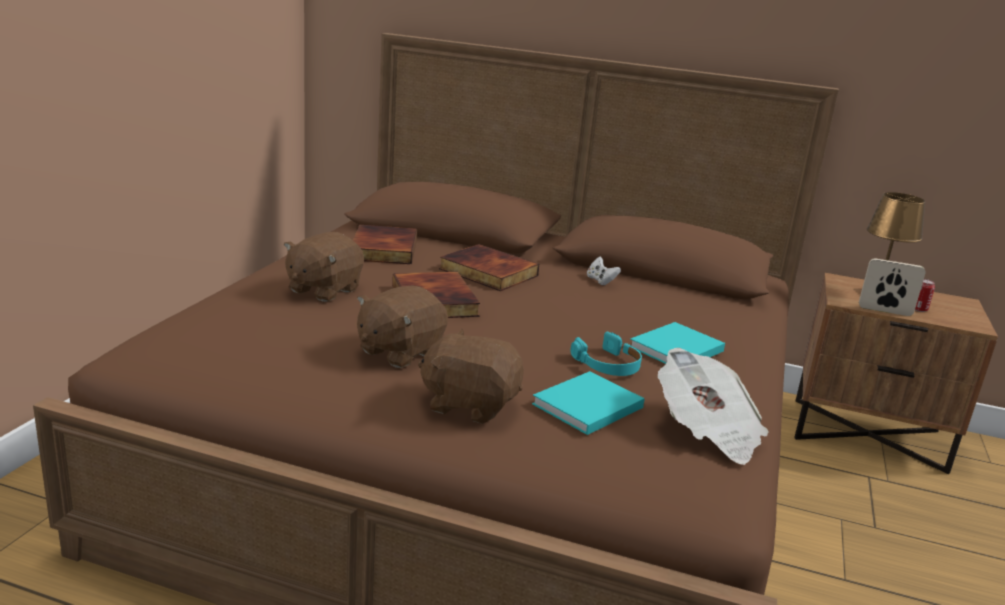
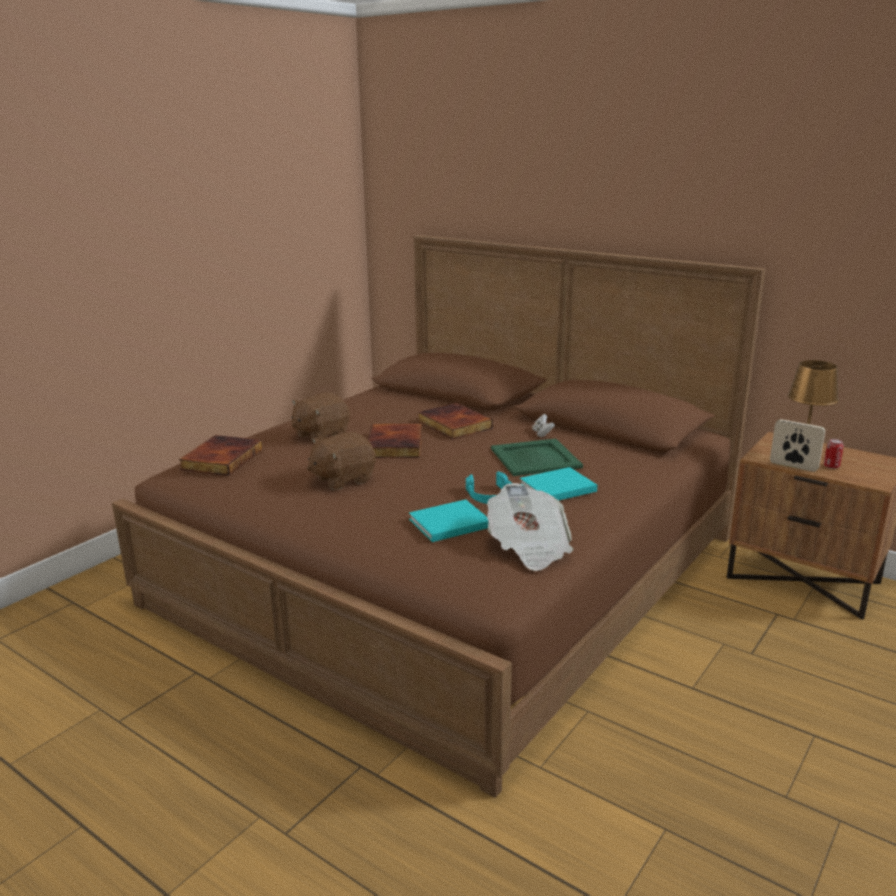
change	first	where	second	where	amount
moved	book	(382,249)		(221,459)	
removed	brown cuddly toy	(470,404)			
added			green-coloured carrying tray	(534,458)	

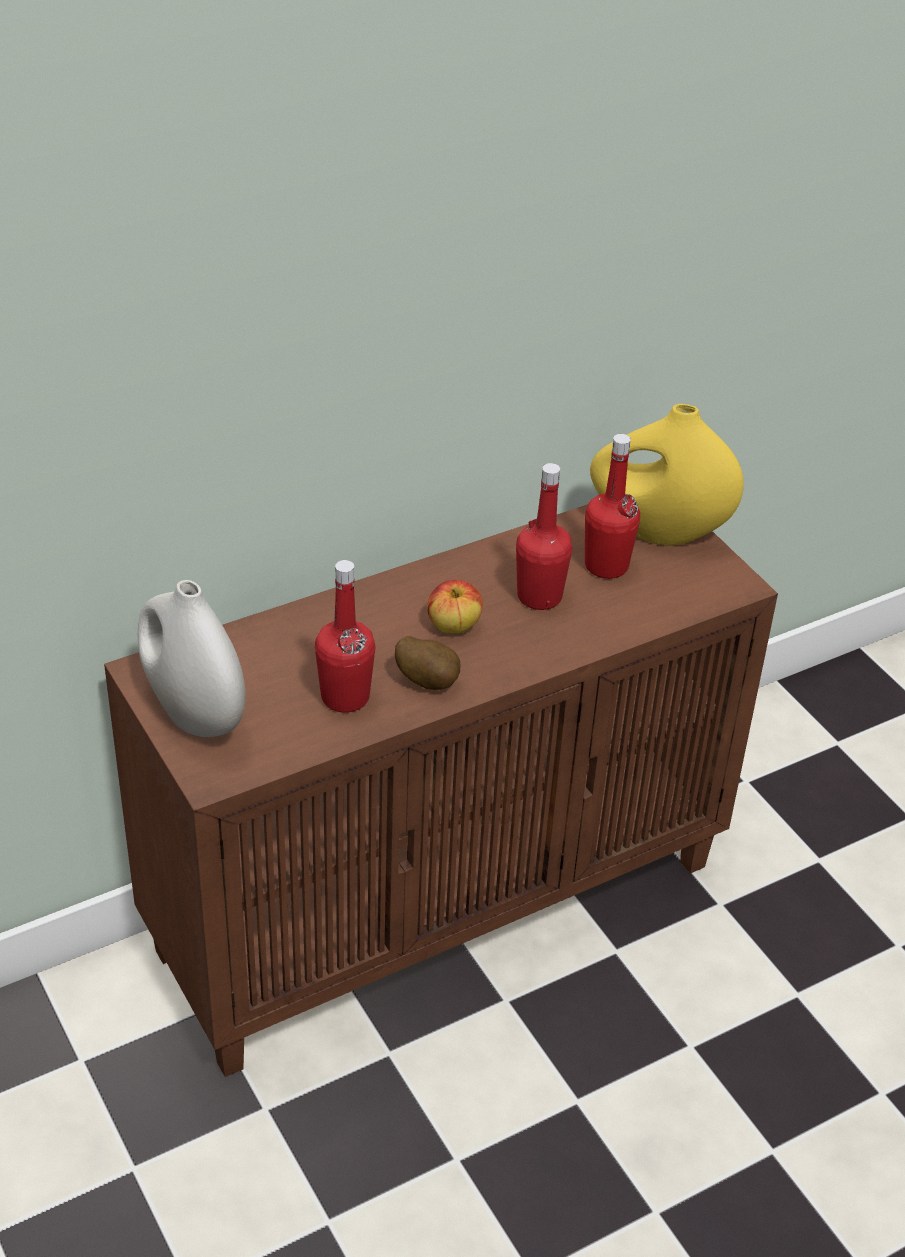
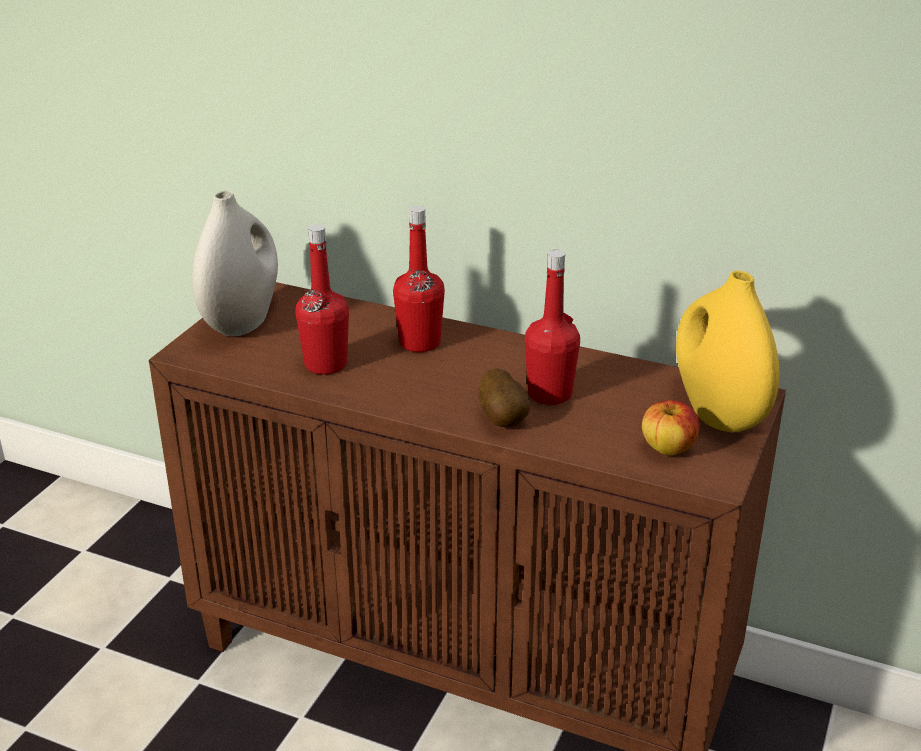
change	first	where	second	where	amount
moved	spud	(428,681)		(504,420)	
moved	apple fruit	(454,626)		(668,449)	
moved	reddish bottle	(606,566)		(419,343)	

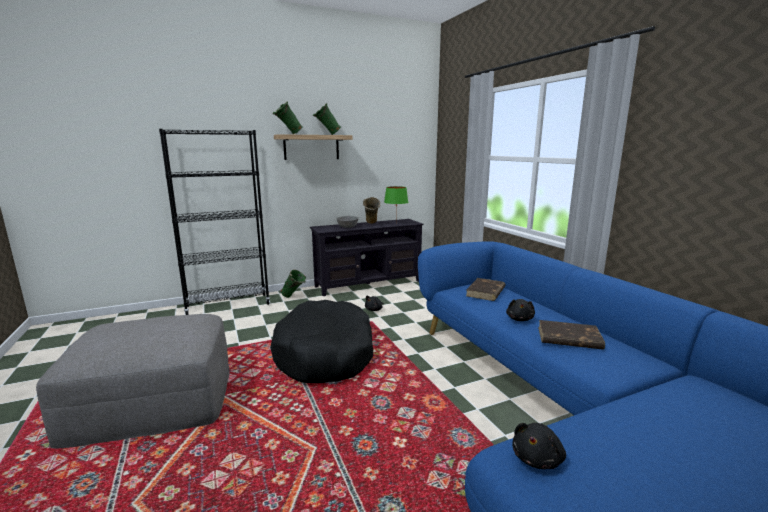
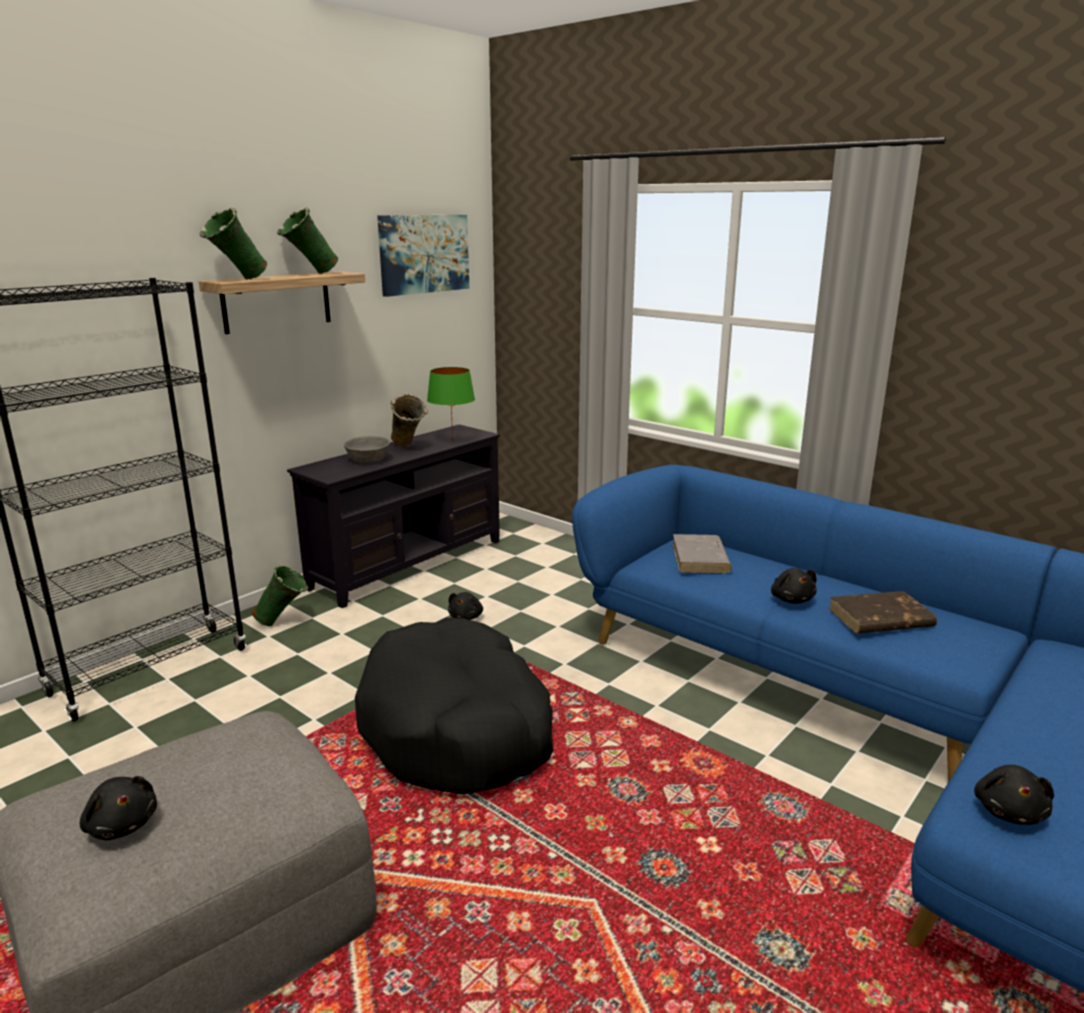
change	first	where	second	where	amount
recoloured	brown book	(485,292)	gray book	(700,558)	
added			black cuddly toy	(122,824)	
added			wall art	(424,254)	

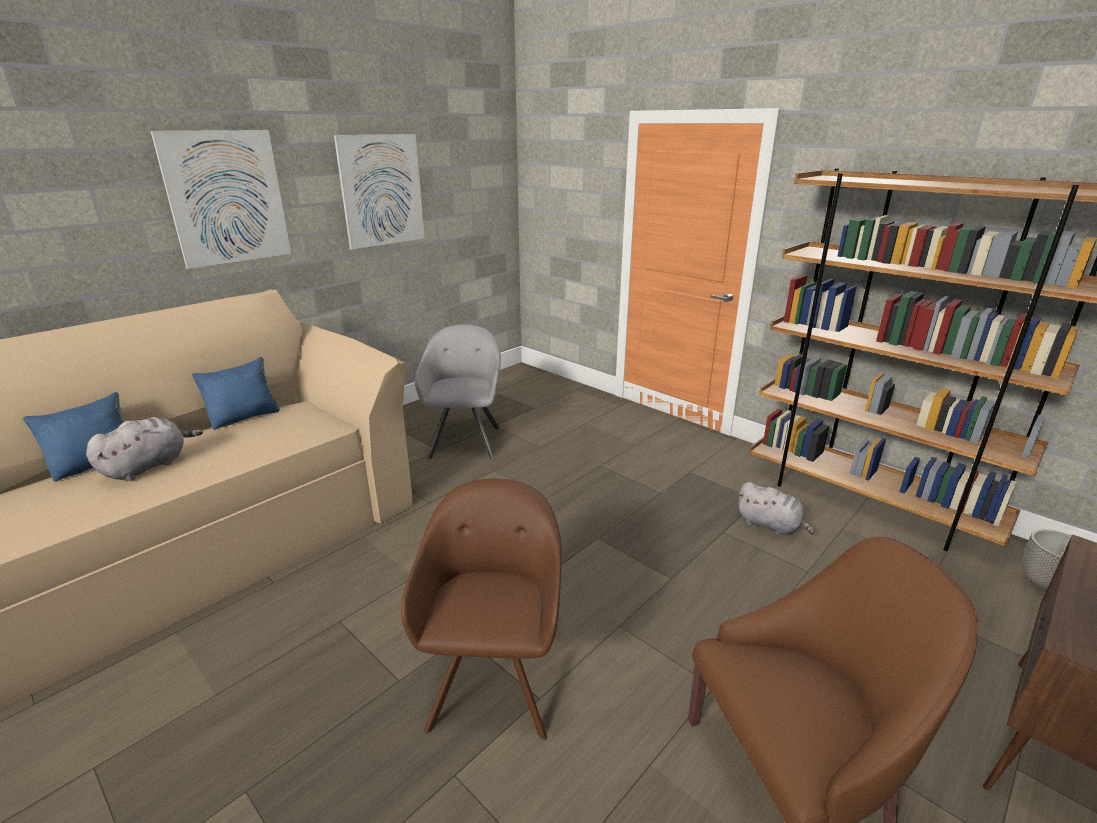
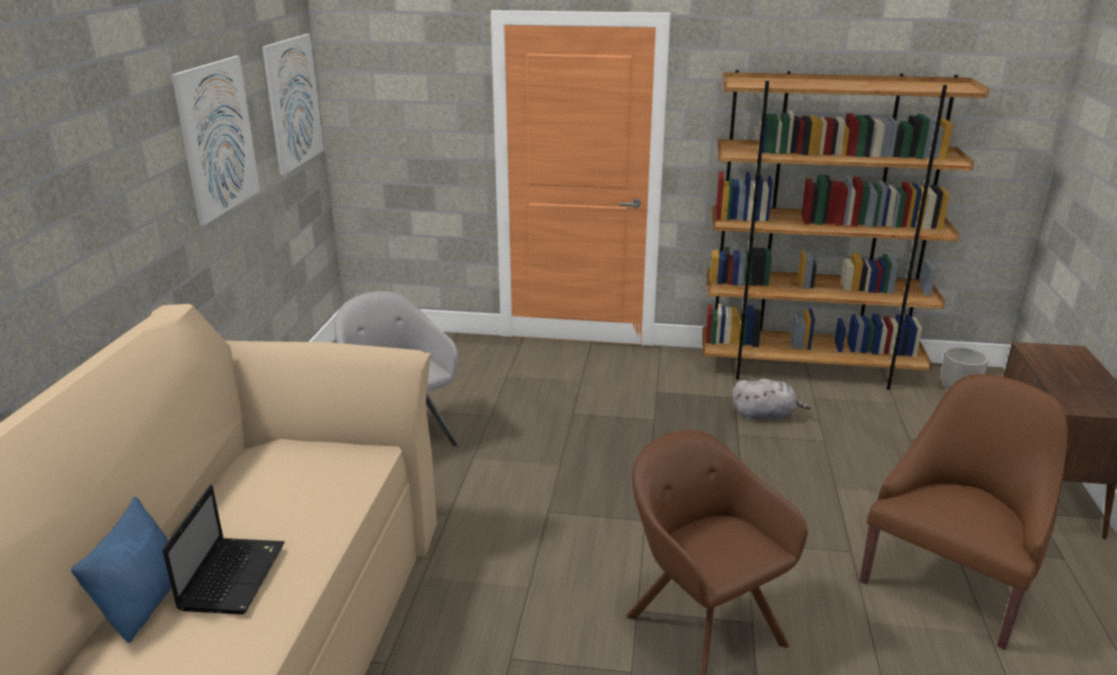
change	first	where	second	where	amount
replaced	gray cuddly toy	(149,466)	laptop	(233,575)	
moved	wall art	(227,198)		(293,102)	
removed	blue-coloured pillow	(245,417)			

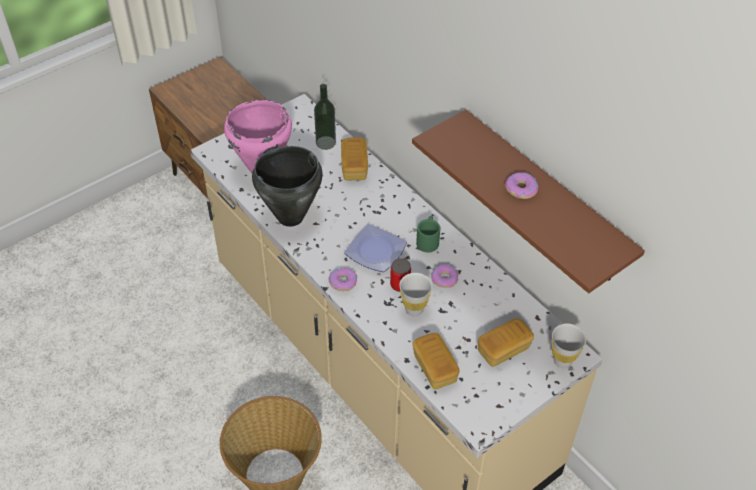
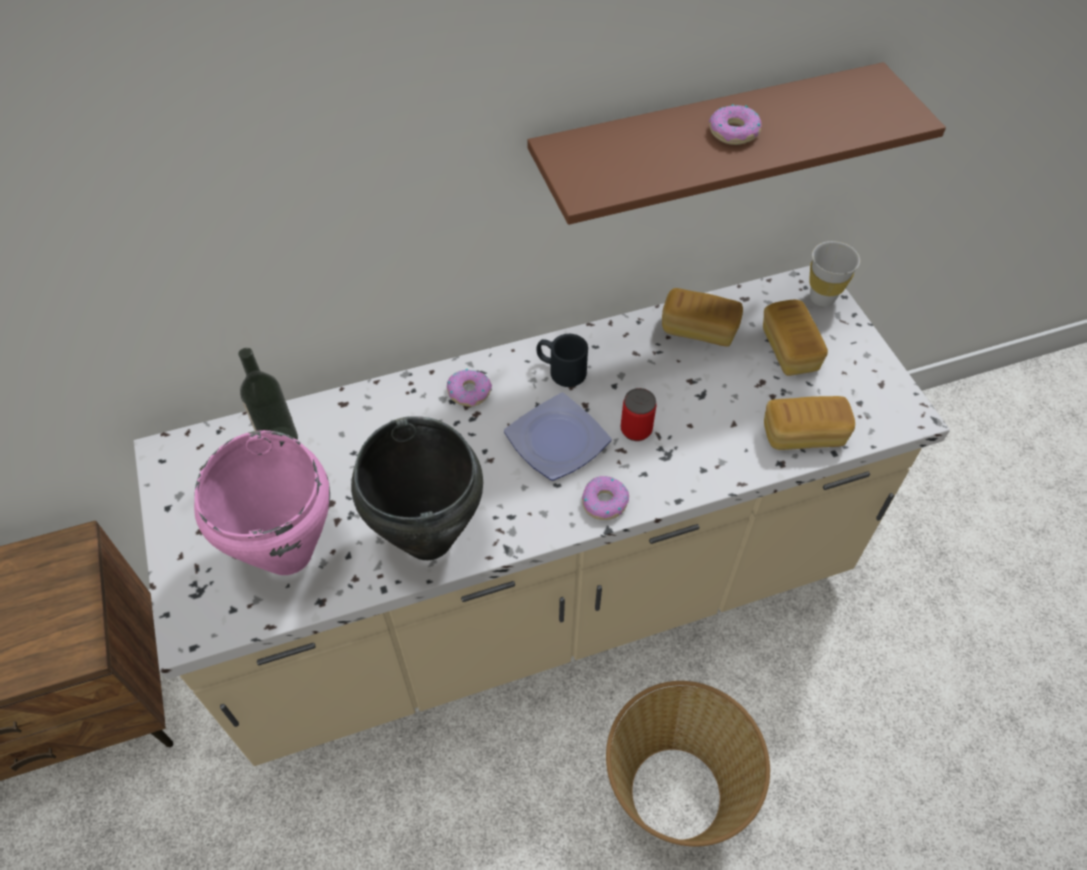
change	first	where	second	where	amount
moved	baked bread	(354,167)		(699,329)	
removed	whitish small cup	(414,309)			
recoloured	green-coloured mug	(428,240)	black mug	(560,370)	
moved	doughnut	(444,279)		(469,392)	

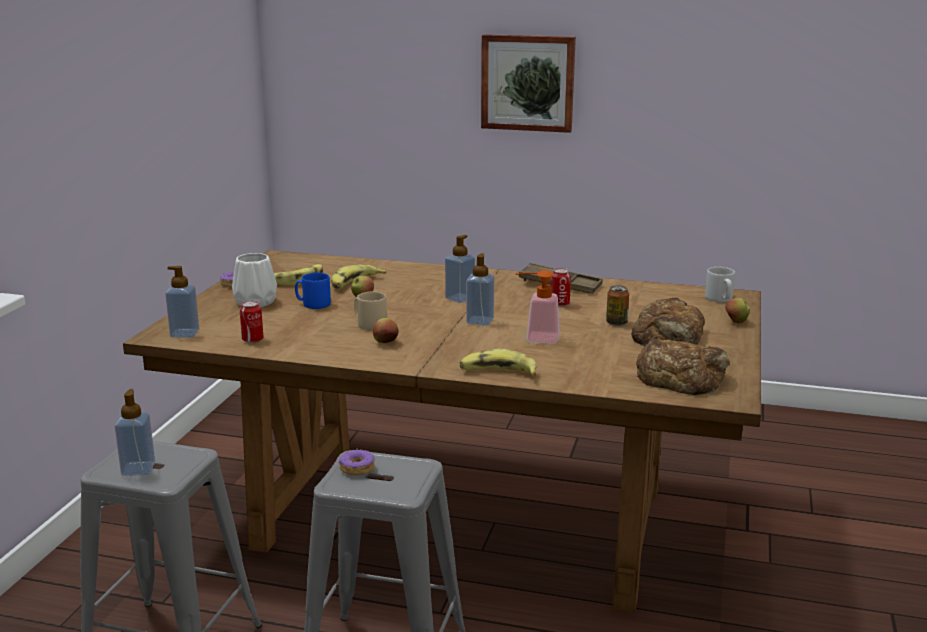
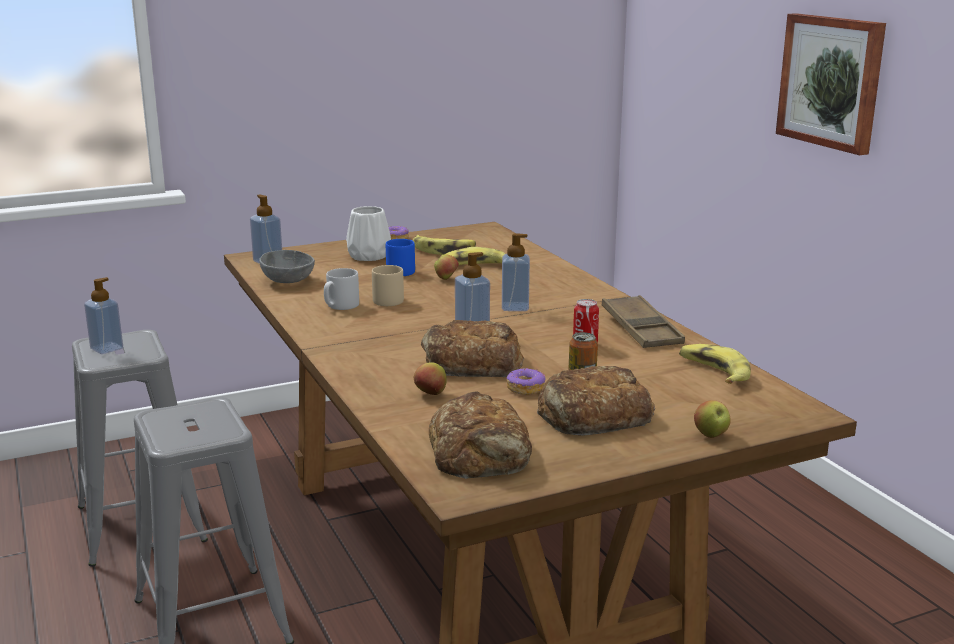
change	first	where	second	where	amount
replaced	sealed can	(252,340)	gray bowl	(289,280)	
moved	doughnut	(356,468)		(525,388)	
moved	apple fruit	(385,343)		(431,394)	
moved	banana	(498,373)		(713,372)	
replaced	liquid soap bottle	(536,338)	baked bread	(471,362)	
moved	gray mug	(720,299)		(340,306)	

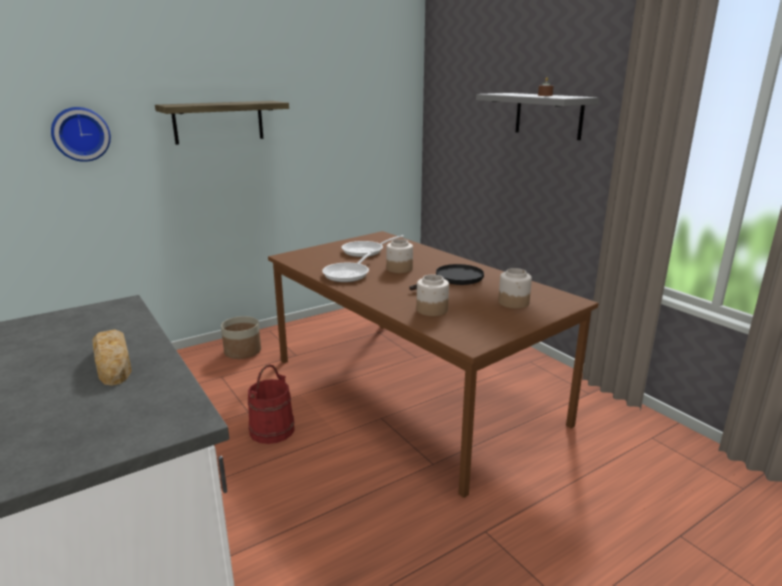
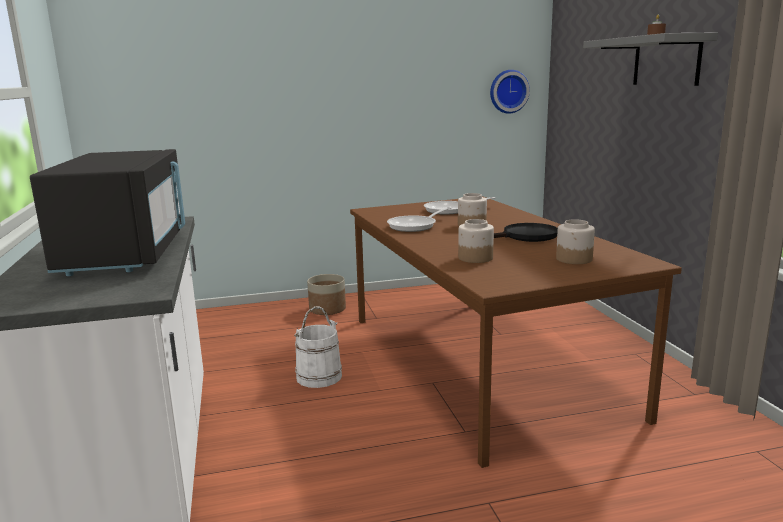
change	first	where	second	where	amount
moved	hanging clock	(80,134)		(508,91)	
replaced	baked bread	(113,362)	black microwave	(127,253)	
removed	bracket shelf	(218,122)			
recoloured	reddish pail	(272,430)	whitish pail	(319,376)	

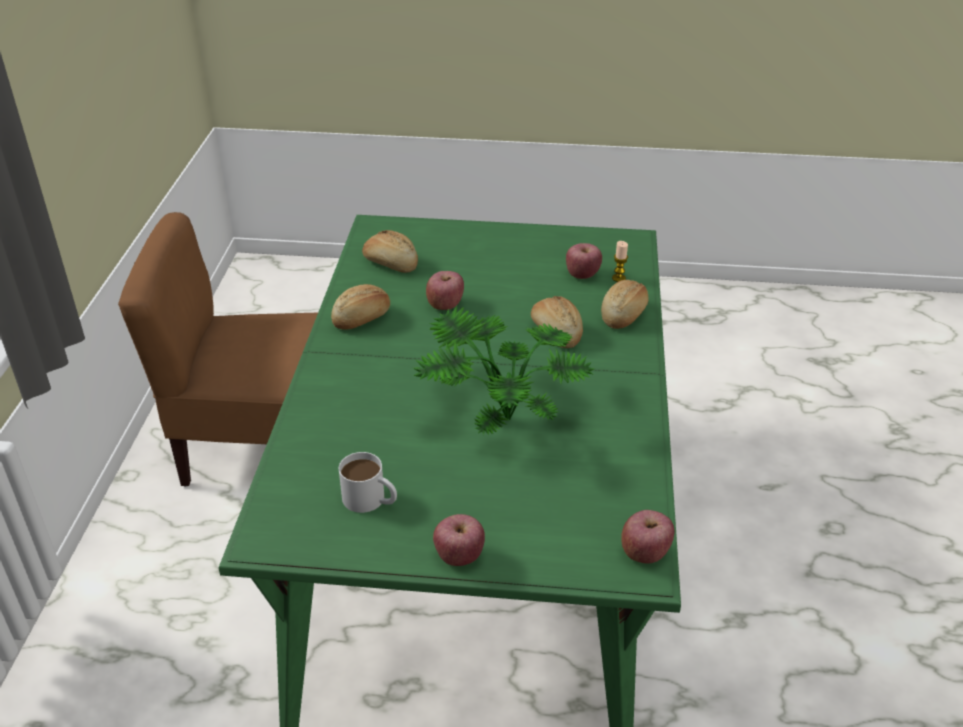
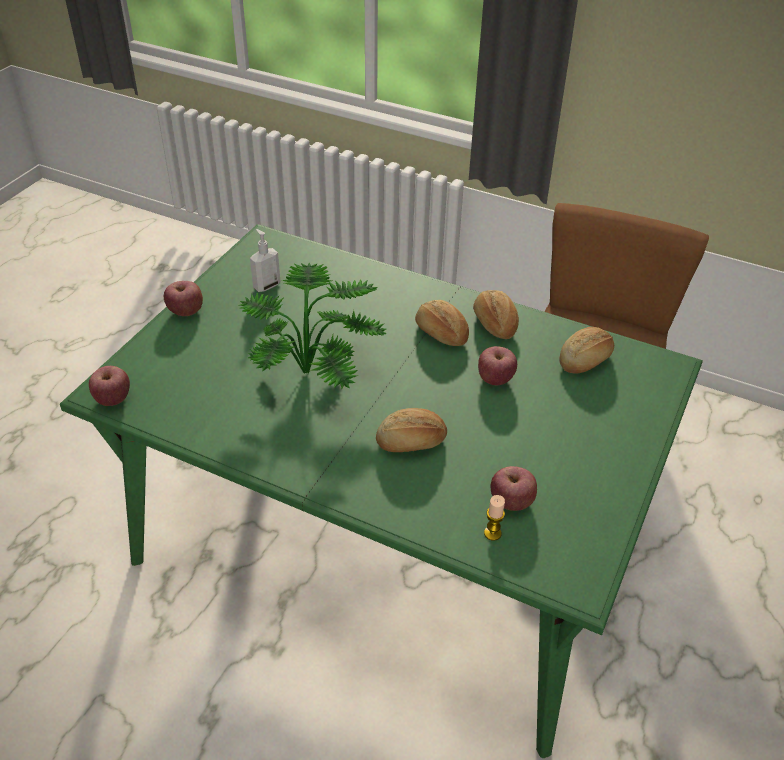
change	first	where	second	where	amount
replaced	whitish mug	(371,500)	liquid soap bottle	(266,286)	
moved	baked bread	(624,314)		(440,334)	

